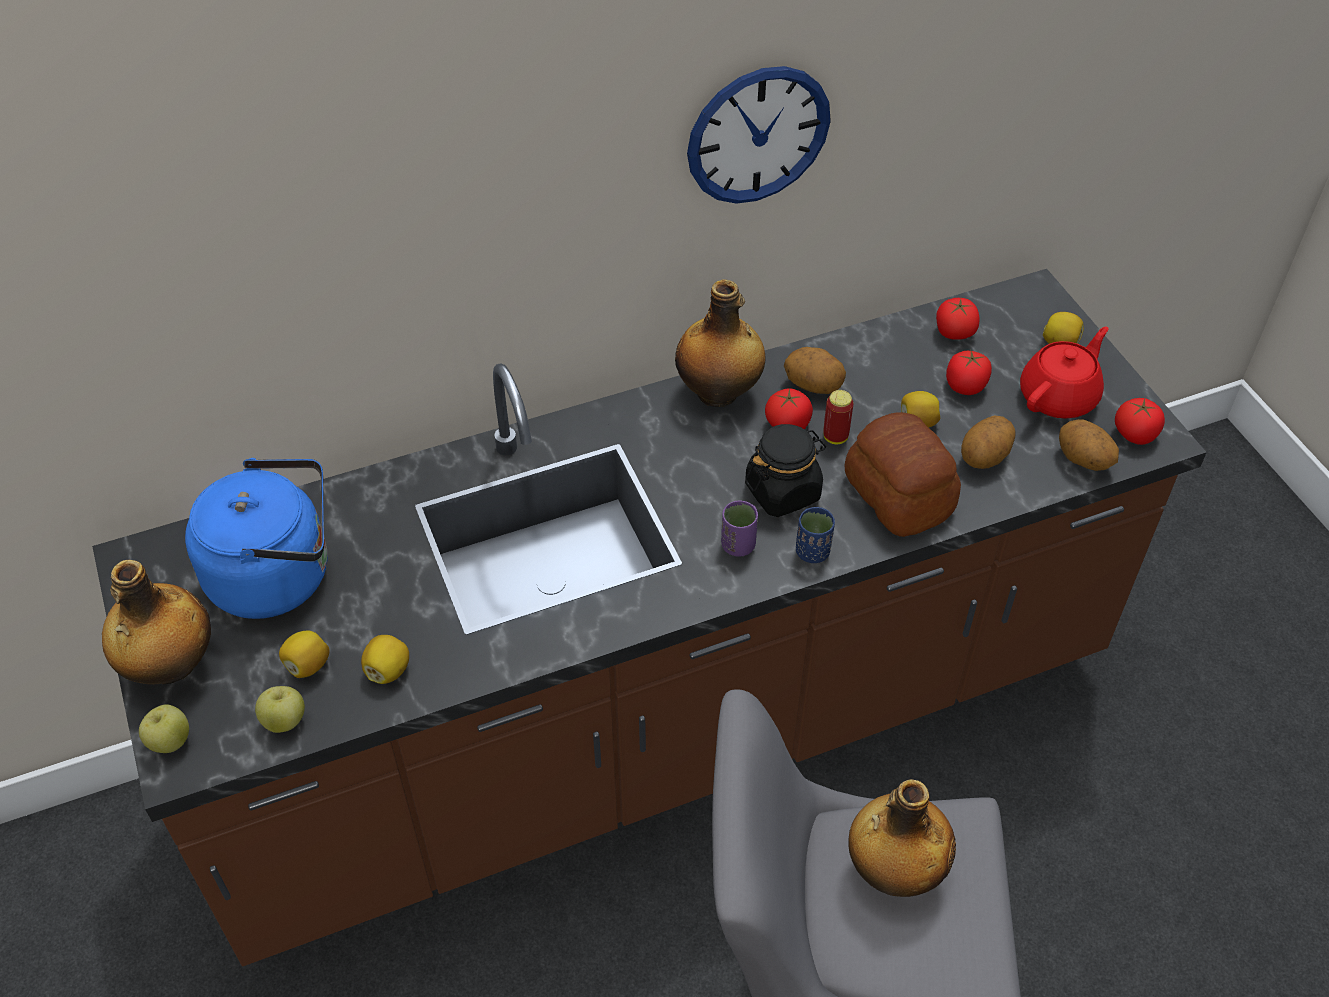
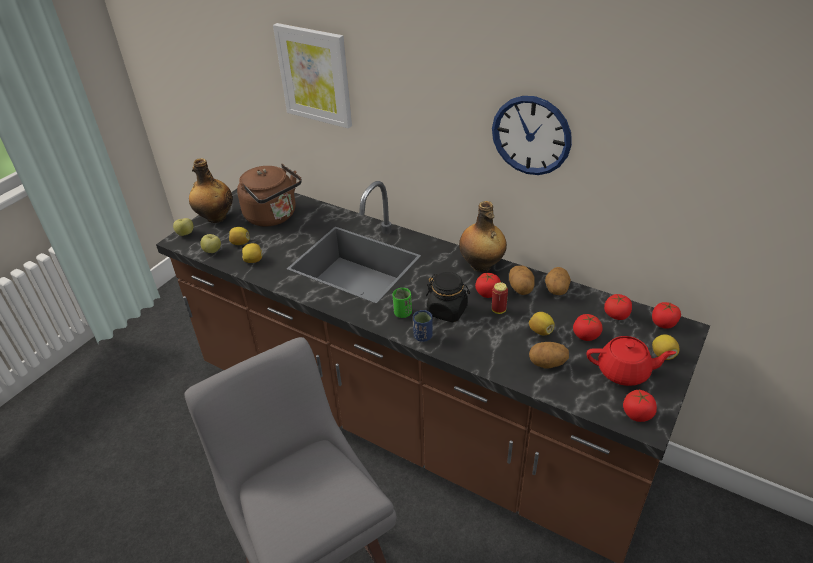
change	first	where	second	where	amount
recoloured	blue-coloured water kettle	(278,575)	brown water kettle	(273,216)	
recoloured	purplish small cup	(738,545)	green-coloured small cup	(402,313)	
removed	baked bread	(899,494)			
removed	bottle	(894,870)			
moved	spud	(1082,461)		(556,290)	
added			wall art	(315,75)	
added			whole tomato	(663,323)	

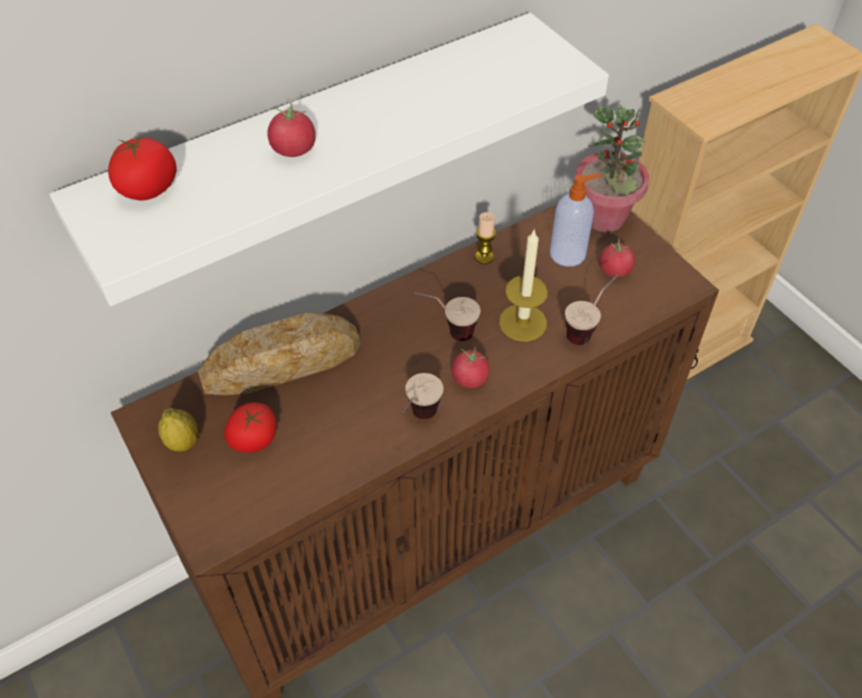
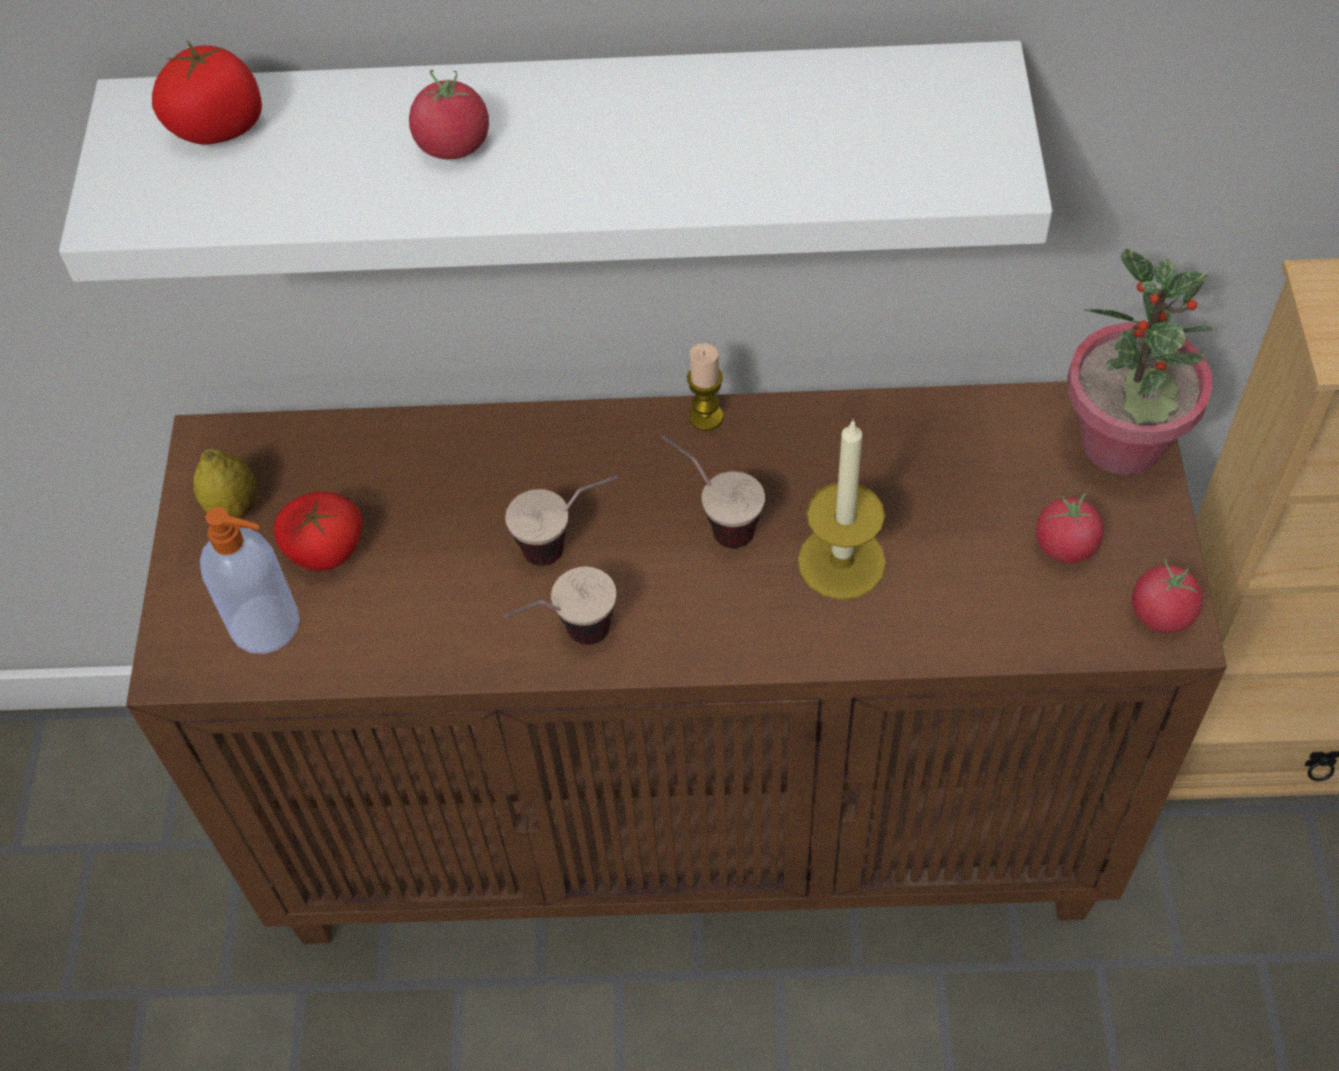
change	first	where	second	where	amount
removed	baked bread	(281,363)			
moved	whole tomato	(470,378)		(1161,613)	
moved	wax light	(484,257)		(706,417)	
moved	liquid soap bottle	(569,253)		(268,625)	
moved	small cup	(588,329)		(568,545)	

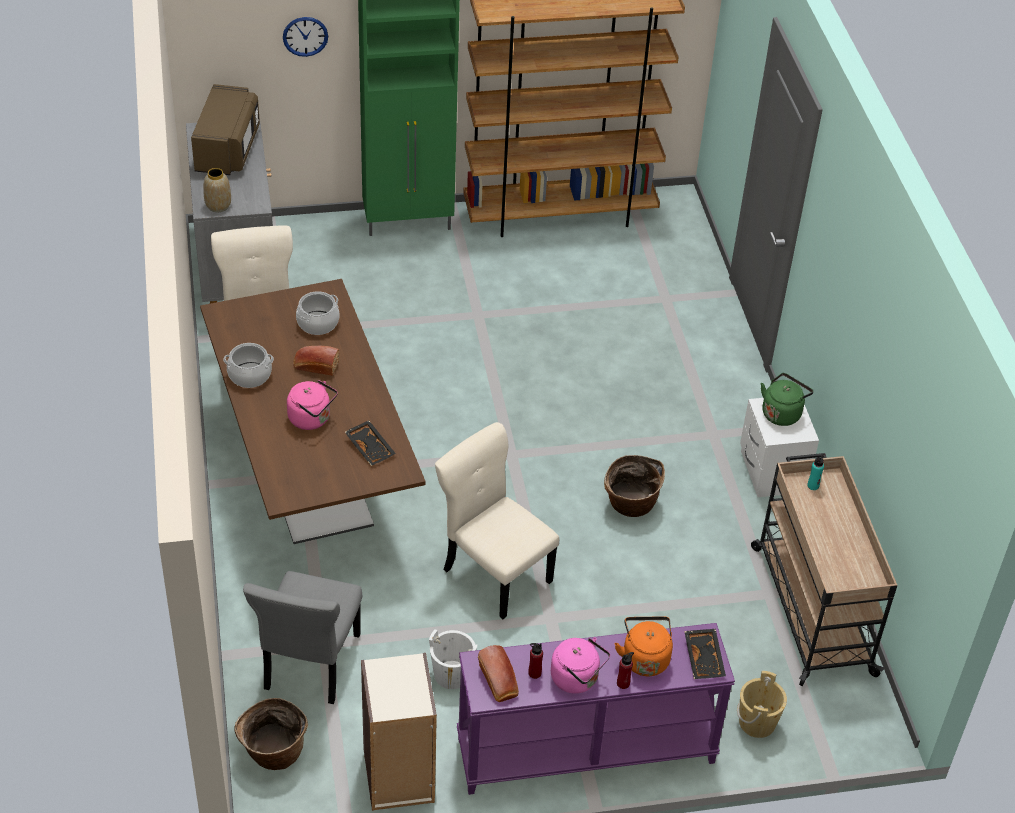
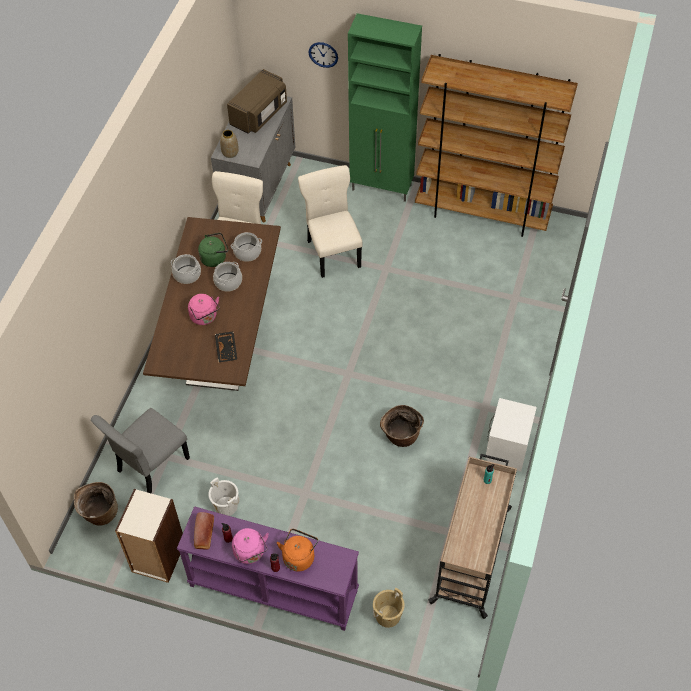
change	first	where	second	where	amount
replaced	baked bread	(315,366)	cooking pot	(228,282)	
moved	beige-coloured upright chair	(494,573)		(333,252)	
removed	black carrying tray	(705,658)			
moved	green-coloured water kettle	(782,413)		(215,258)	

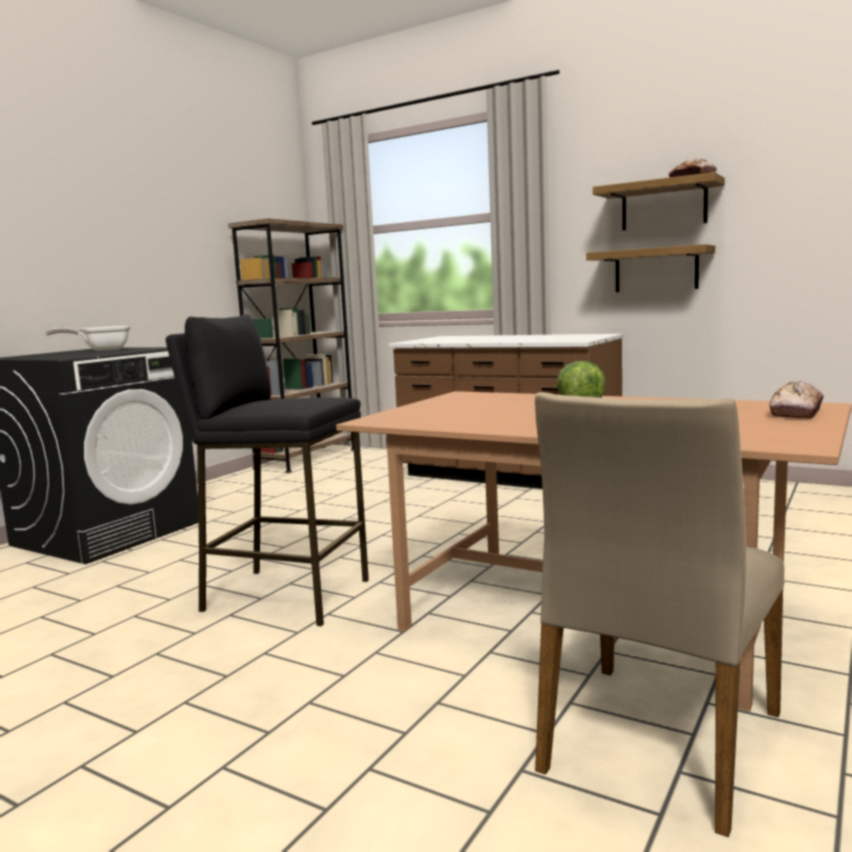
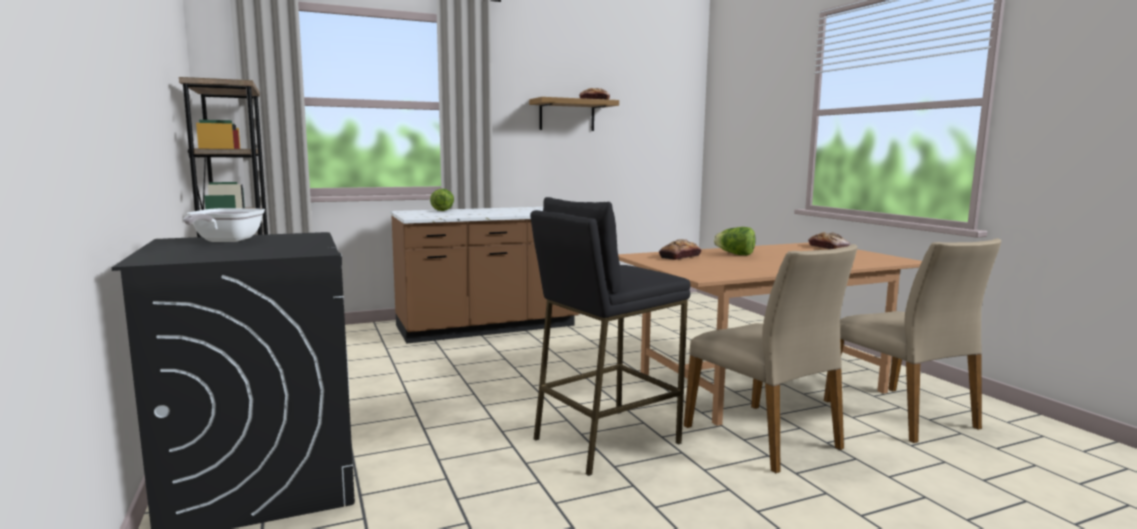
change	first	where	second	where	amount
removed	bracket shelf	(656,270)			
added			head of lettuce	(443,210)	
added			baked bread	(680,257)	
added			beige-coloured upright chair	(764,437)	

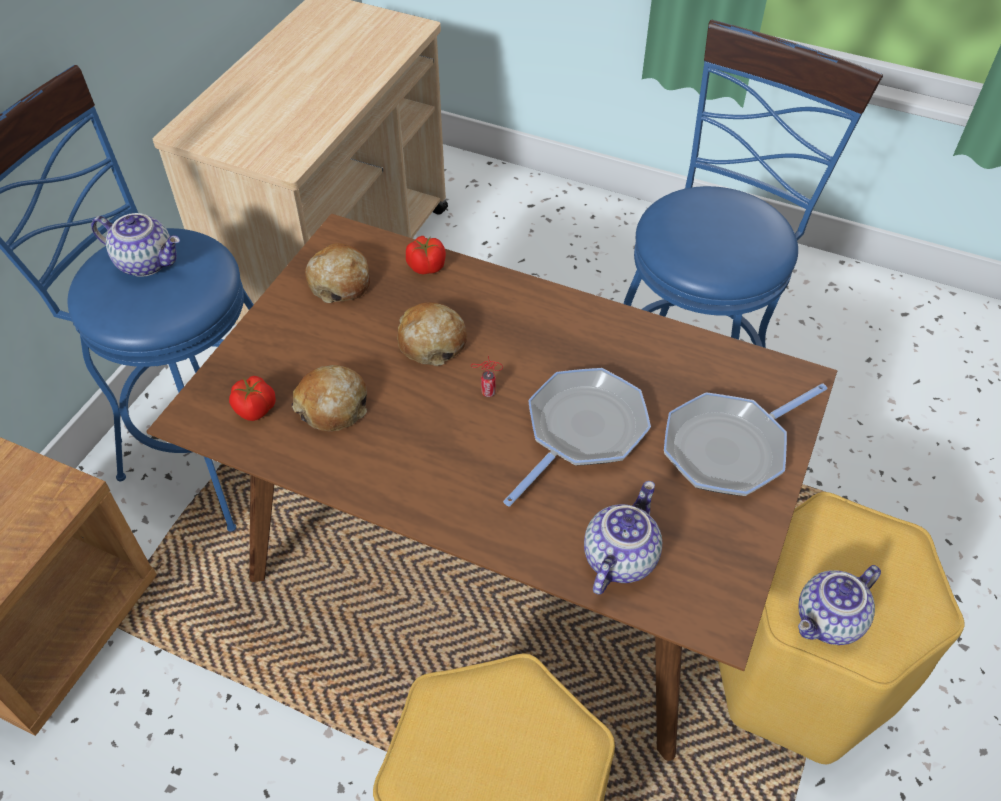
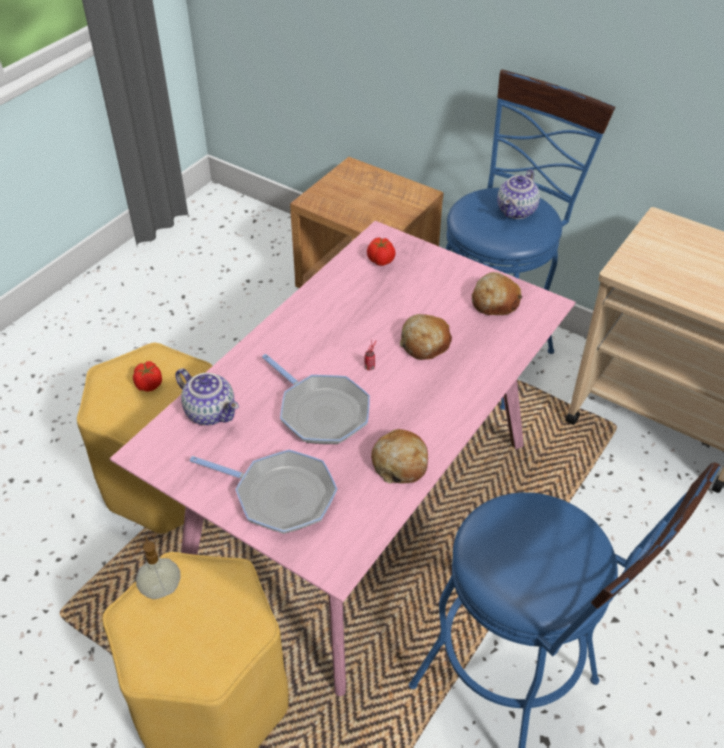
change	first	where	second	where	amount
recoloured	brown kitchen table	(497,563)	pinkish kitchen table	(360,510)	
moved	baked bread	(332,406)		(400,463)	
moved	whole tomato	(426,266)		(149,384)	
turned	pan	(729,448)		(280,496)	135 degrees clockwise
replaced	tea pot	(829,622)	liquid soap bottle	(161,589)	

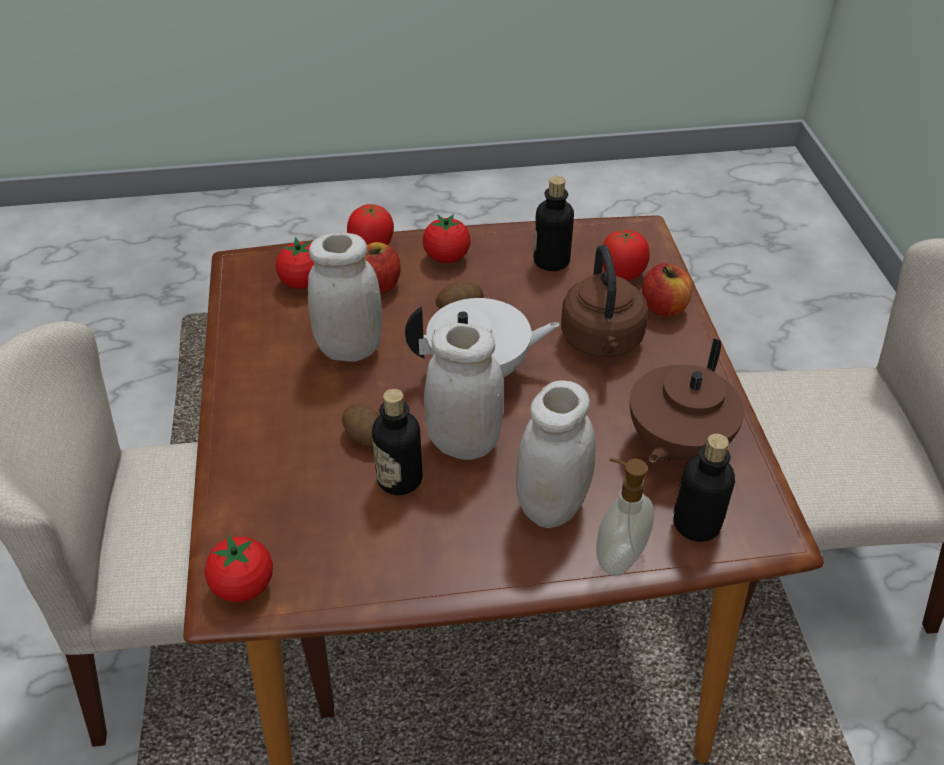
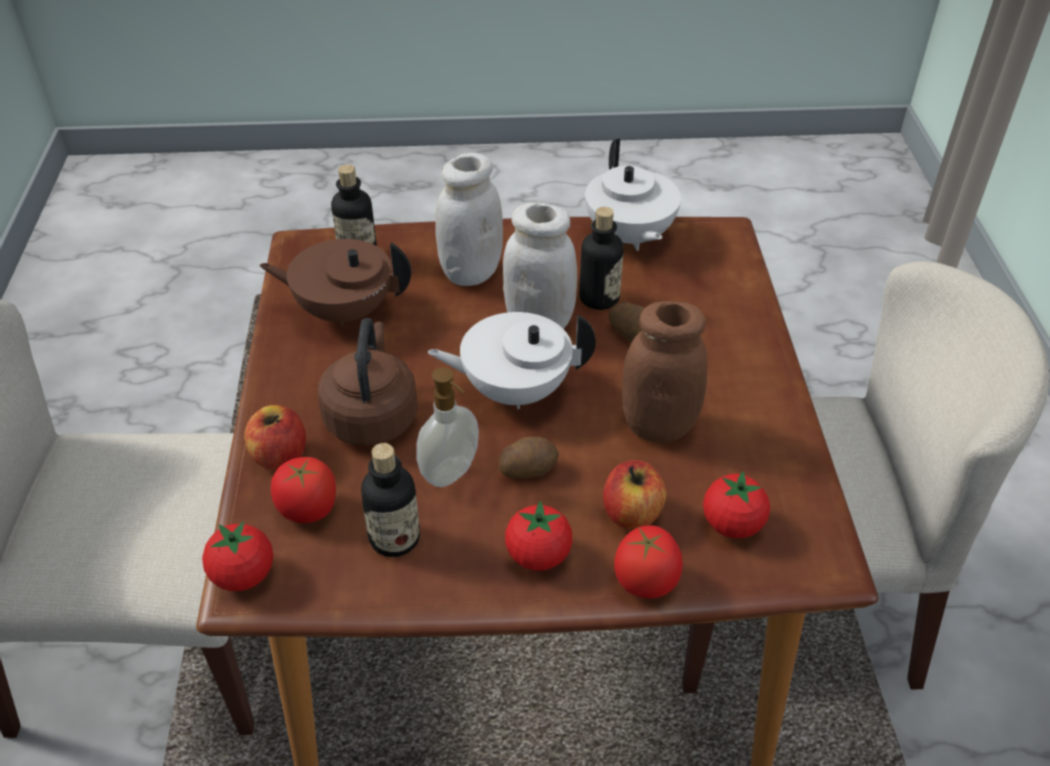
change	first	where	second	where	amount
moved	whole tomato	(243,586)		(243,575)	
recoloured	whitish preserve jar	(349,349)	brown preserve jar	(658,425)	
moved	liquid soap bottle	(618,557)		(451,473)	
turned	brown tea pot	(676,444)		(344,311)	120 degrees counterclockwise
added			whitish tea pot	(629,237)	

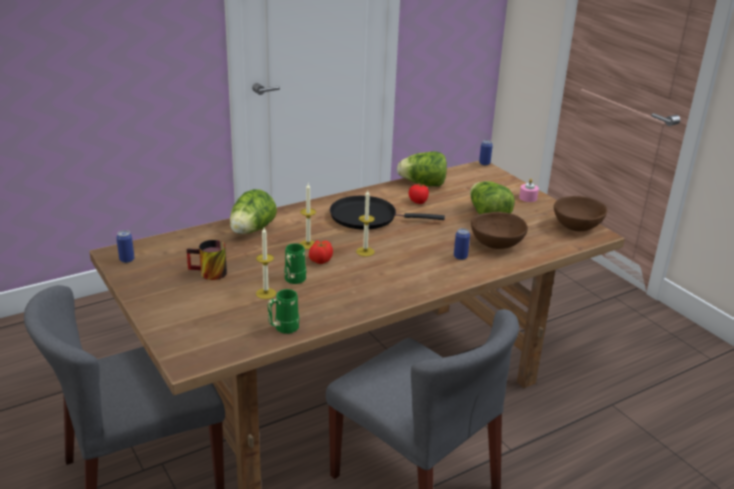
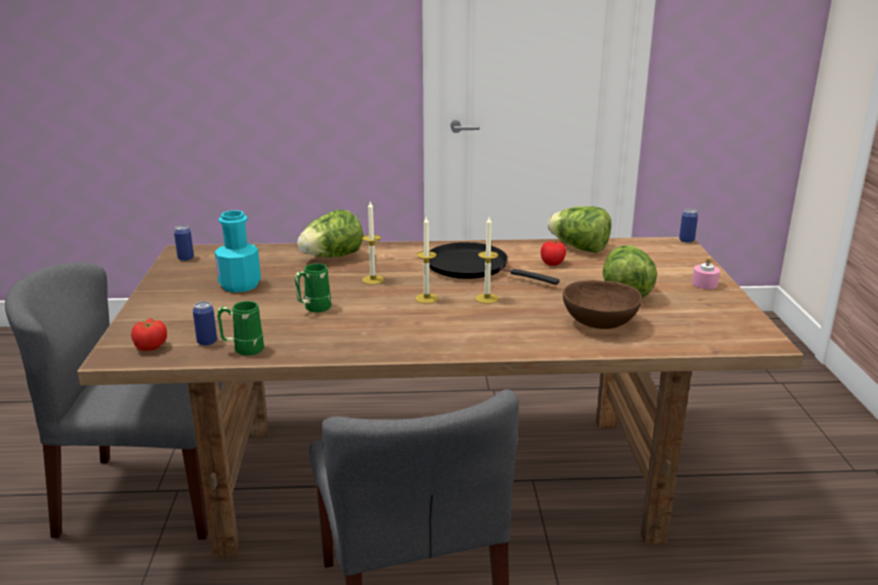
change	first	where	second	where	amount
replaced	mug	(208,274)	turquoise bottle	(240,285)	
moved	wax light	(266,293)		(487,298)	
moved	whole tomato	(320,261)		(150,347)	
moved	sealed can	(460,257)		(207,342)	
removed	brown bowl	(577,227)			

